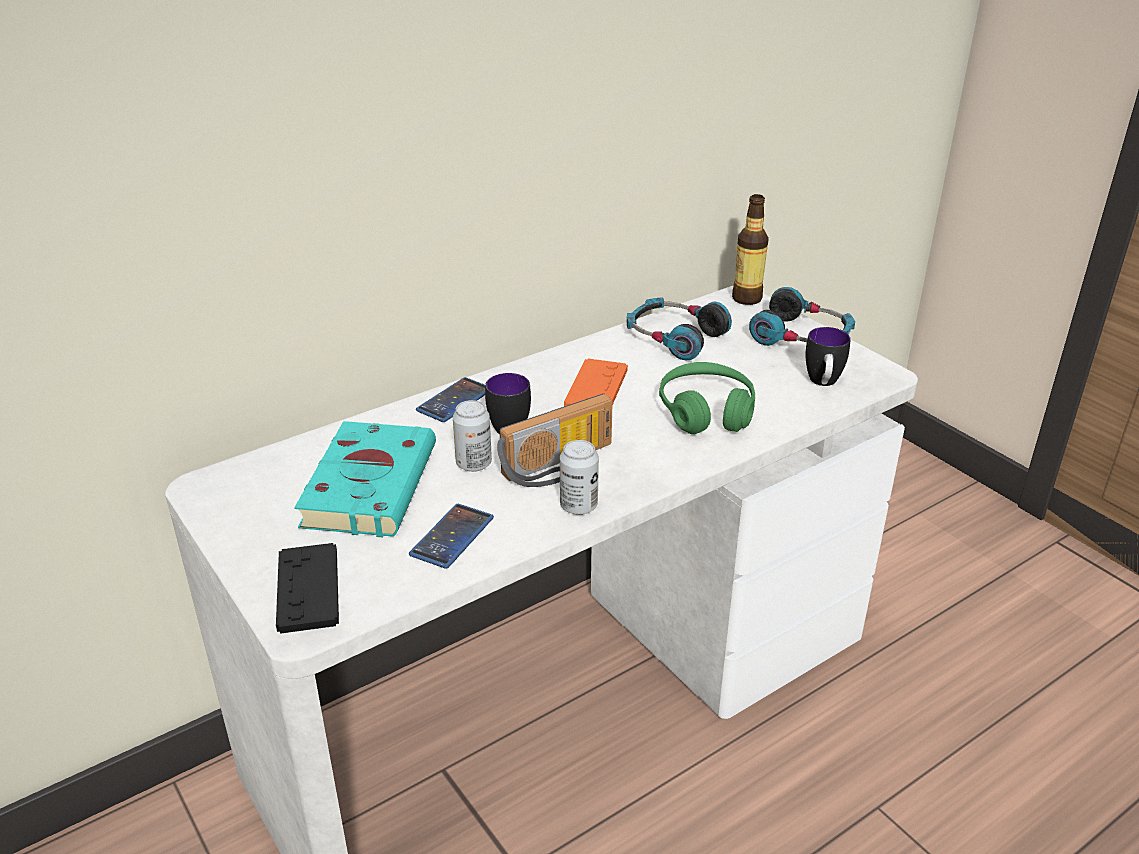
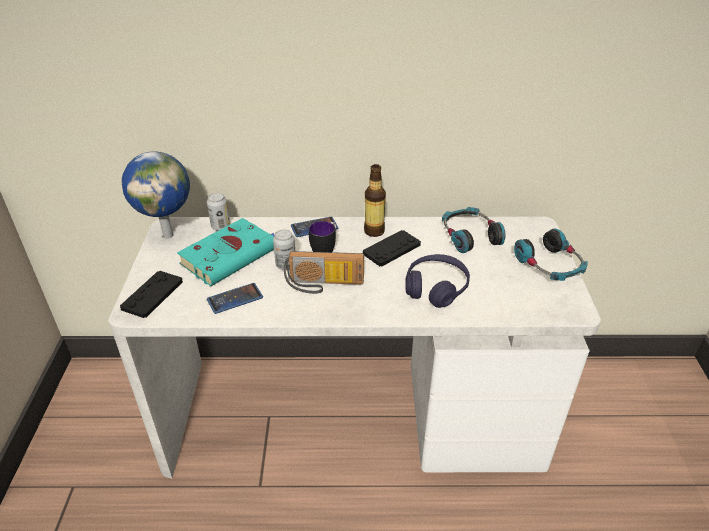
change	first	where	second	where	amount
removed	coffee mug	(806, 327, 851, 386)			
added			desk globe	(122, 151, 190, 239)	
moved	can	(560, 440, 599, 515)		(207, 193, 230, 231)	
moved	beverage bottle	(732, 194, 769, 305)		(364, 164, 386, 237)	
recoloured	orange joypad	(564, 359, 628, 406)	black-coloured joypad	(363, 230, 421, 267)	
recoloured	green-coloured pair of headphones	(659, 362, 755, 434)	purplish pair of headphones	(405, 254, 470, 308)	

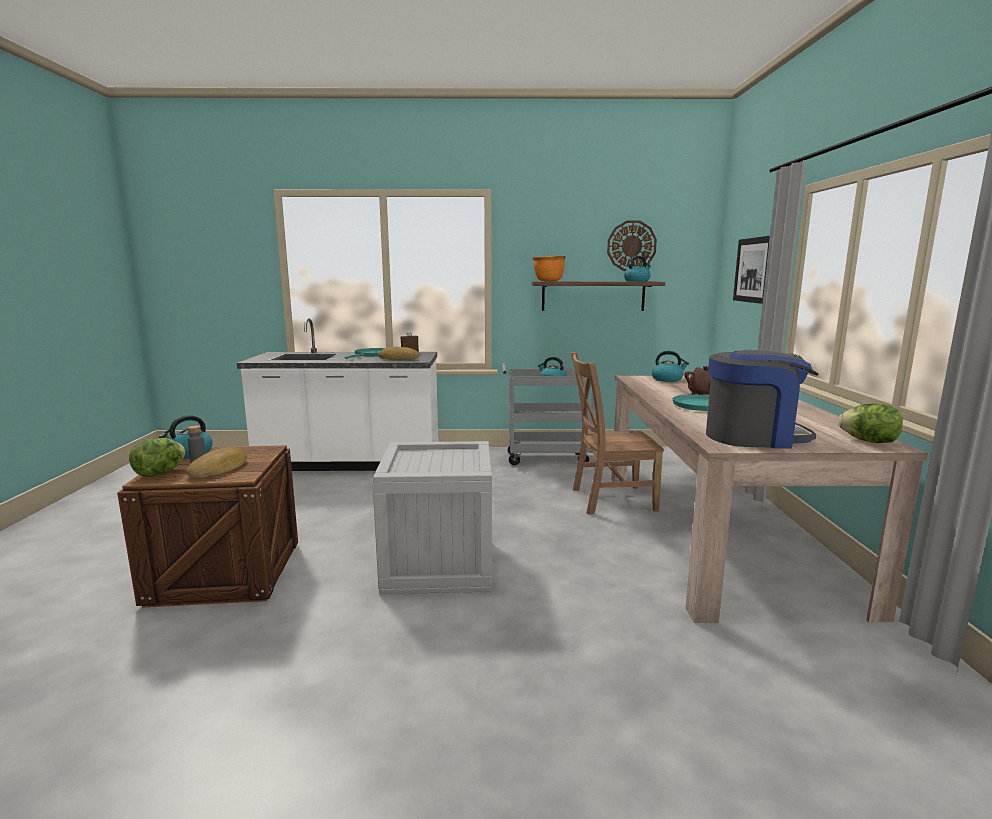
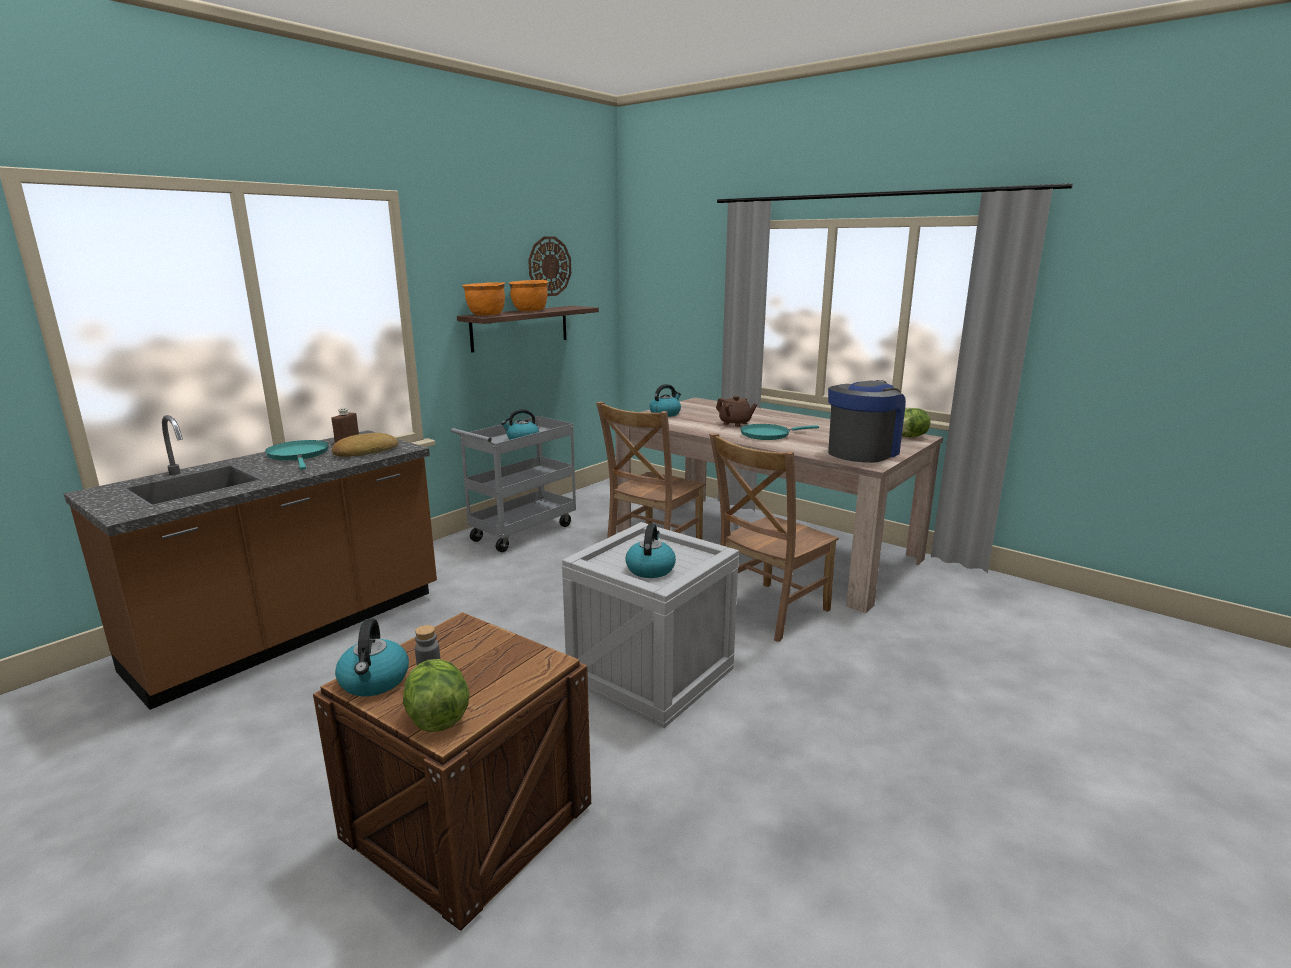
change	first	where	second	where	amount
removed	bread	(186, 447, 247, 478)			
removed	picture	(733, 236, 770, 304)			
added			orange saucepot	(509, 280, 548, 311)	
added			brown-coloured upright chair	(709, 433, 839, 642)	
moved	kettle	(624, 256, 651, 282)		(625, 524, 676, 578)	
recoloured	white kitchen counter	(237, 318, 438, 471)	brown-coloured kitchen counter	(63, 415, 437, 710)	

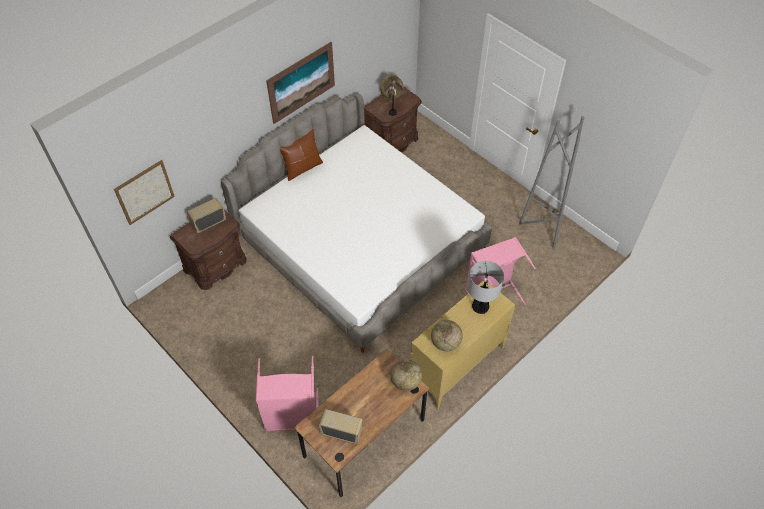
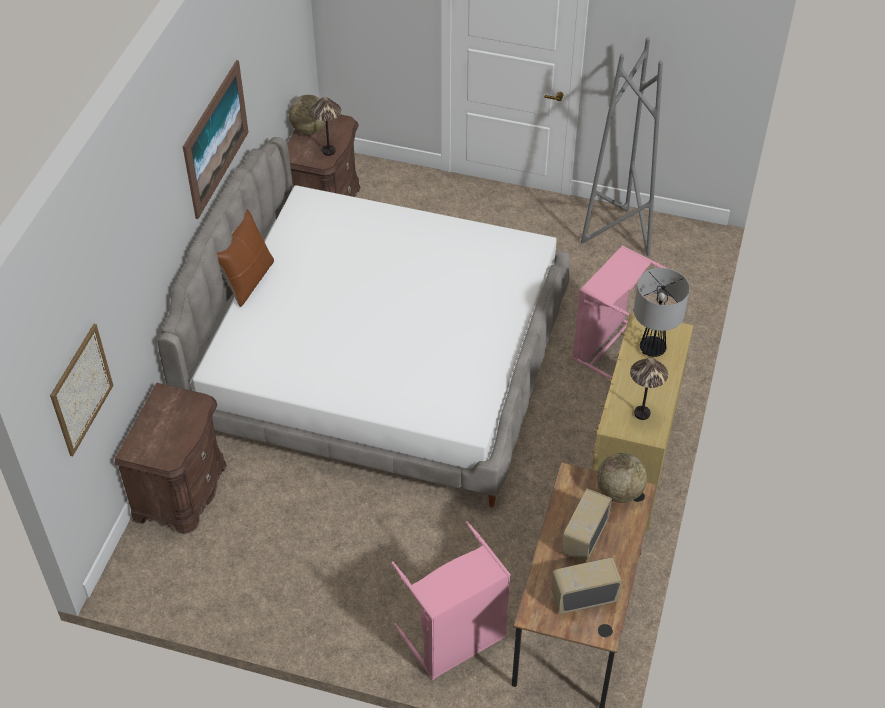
change	first	where	second	where	amount
moved	radio receiver	(187, 198, 226, 233)		(561, 488, 612, 562)	
replaced	desk globe	(431, 320, 463, 351)	lamp for a table	(630, 358, 668, 420)	

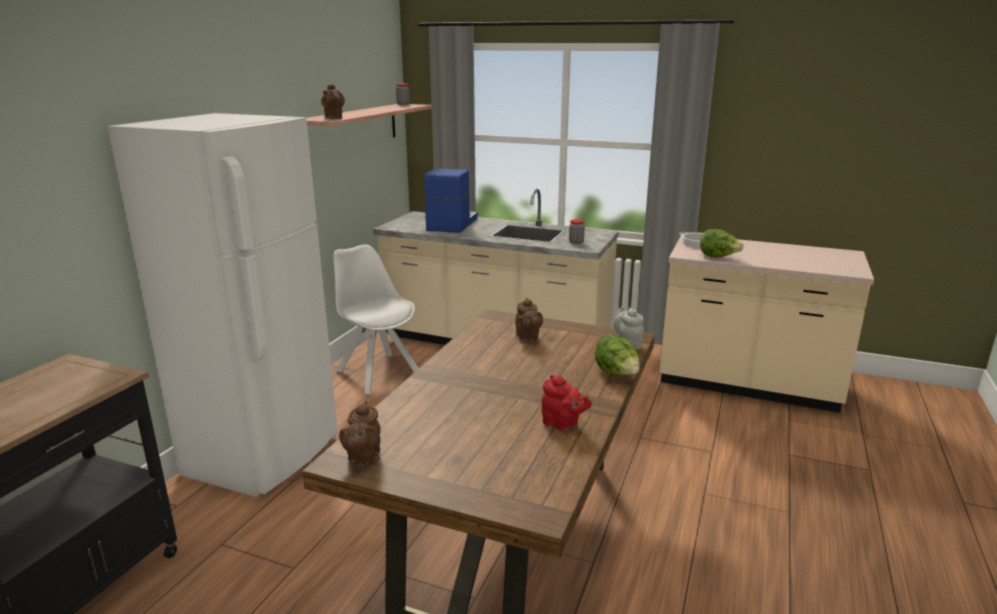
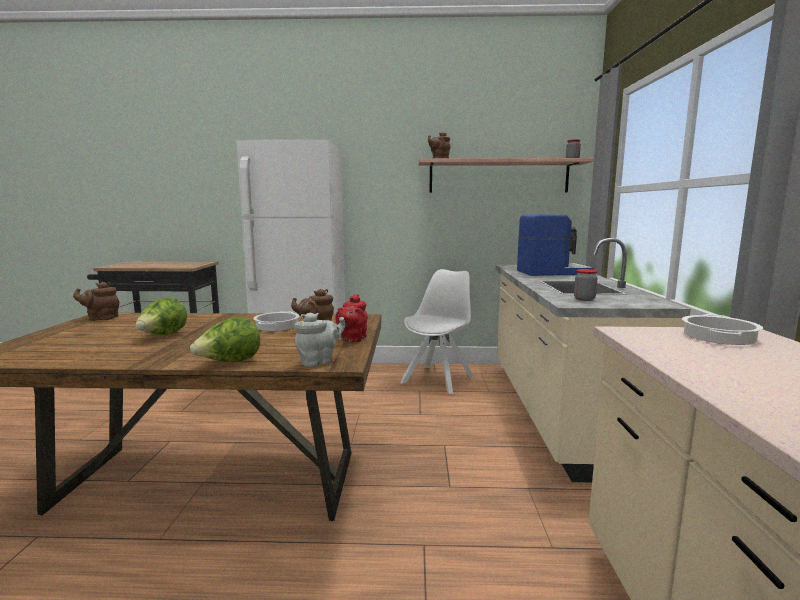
change	first	where	second	where	amount
added			saucepot	(253, 311, 299, 331)	
moved	reddish pot for tea	(541, 375, 592, 431)		(336, 294, 368, 342)	
moved	lettuce head	(700, 229, 744, 258)		(135, 298, 187, 335)	

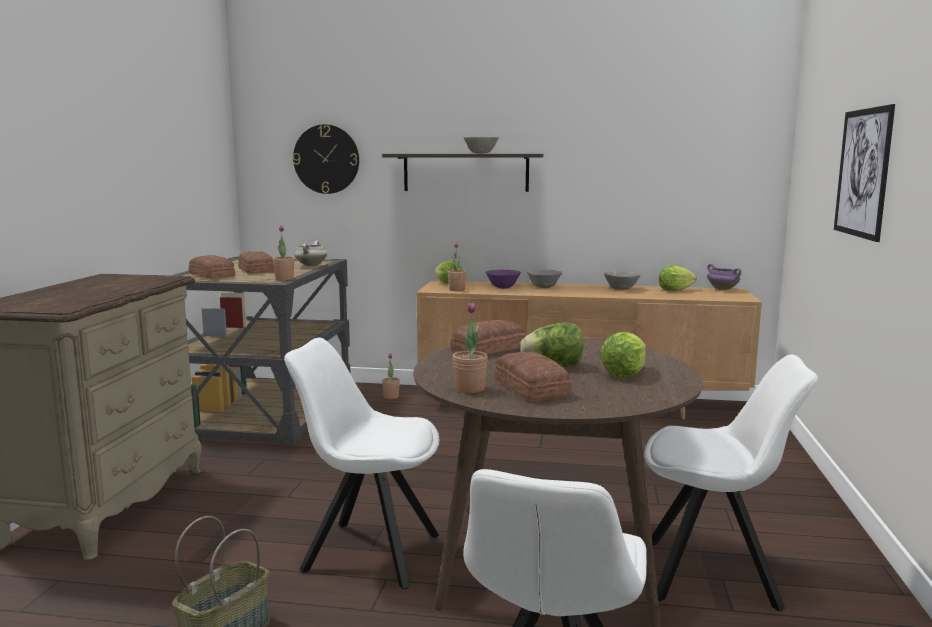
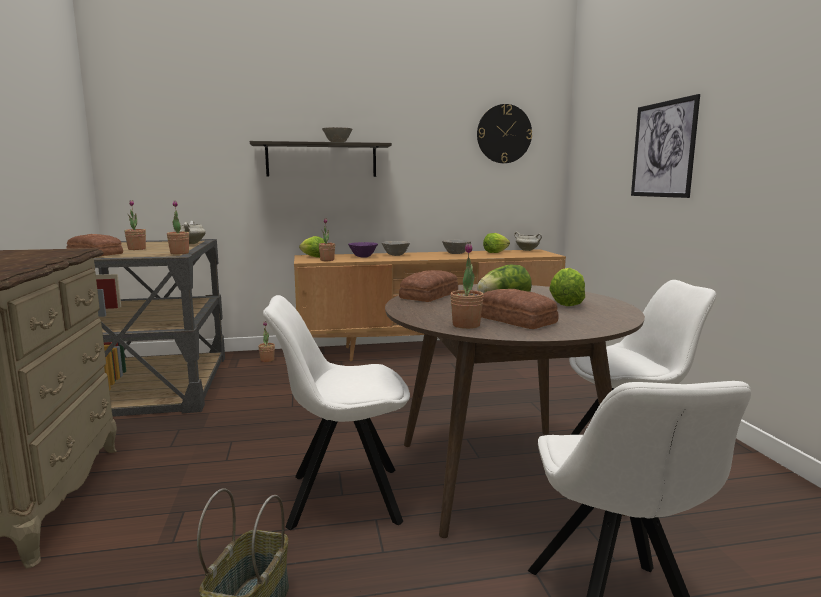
change	first	where	second	where	amount
moved	clock on the wall	(293, 124, 359, 194)		(477, 104, 532, 163)	
replaced	bread	(238, 251, 274, 274)	houseplant	(124, 200, 146, 250)	
recoloured	purplish saucepot	(707, 264, 741, 290)	white saucepot	(514, 232, 542, 251)	

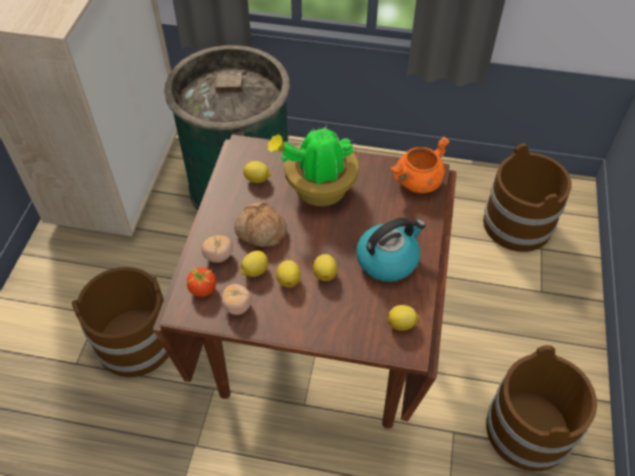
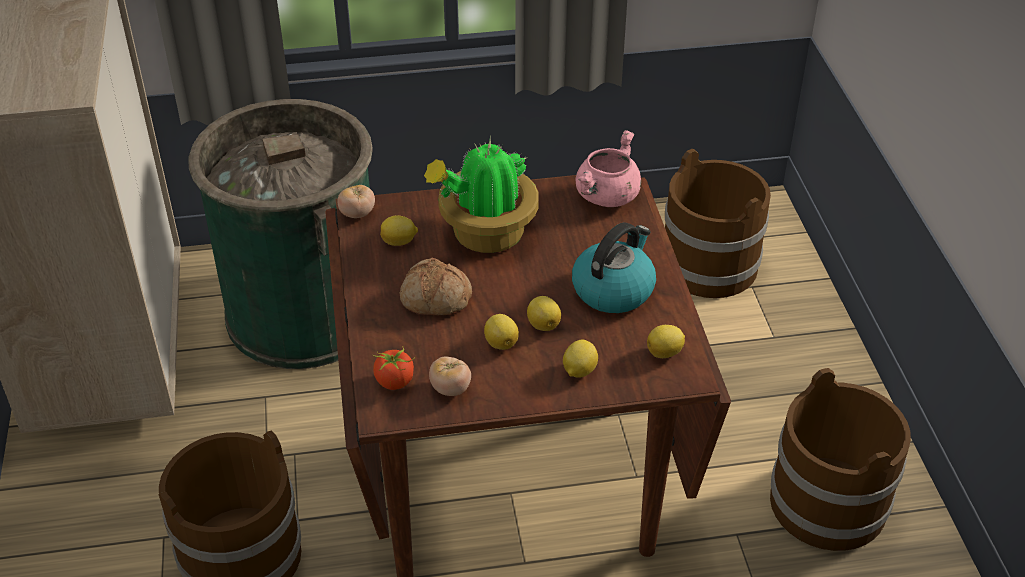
change	first	where	second	where	amount
moved	whole tomato	(202, 235, 233, 263)		(338, 185, 375, 218)	
moved	whole lemon	(241, 251, 268, 277)		(563, 340, 598, 378)	
recoloured	orange saucepot	(391, 137, 450, 193)	pink-coloured saucepot	(576, 130, 641, 207)	

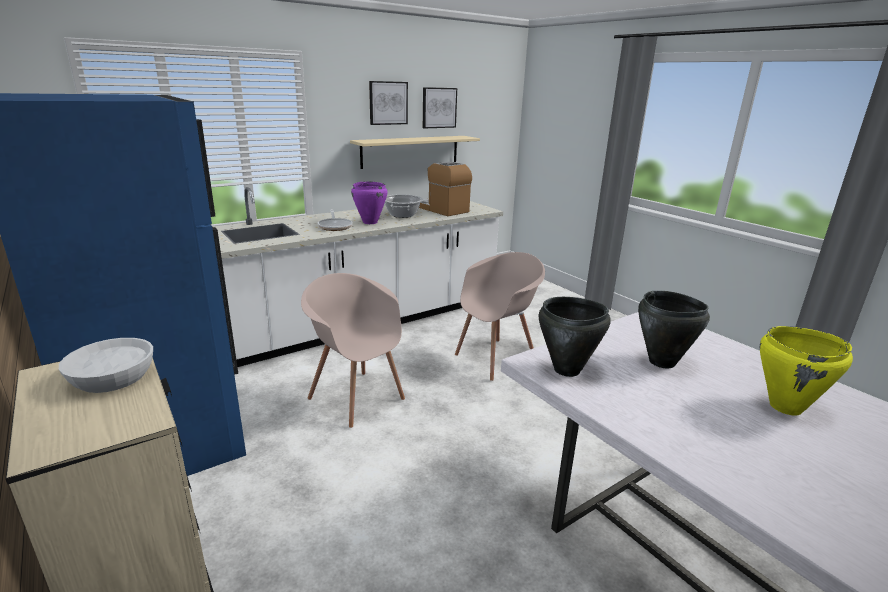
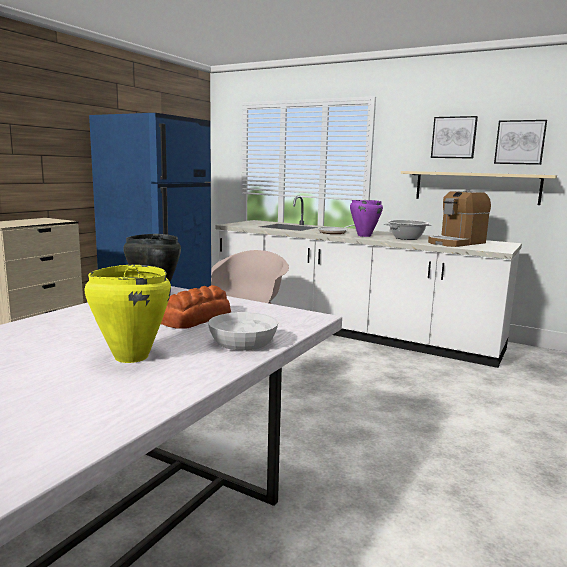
change	first	where	second	where	amount
removed	sand-coloured upright chair	(455, 252, 545, 381)			
moved	white bowl	(59, 338, 153, 393)		(208, 312, 278, 350)	
replaced	black-coloured saucepot	(638, 291, 710, 368)	bread	(161, 285, 231, 329)	
turned	coffee machine	(419, 162, 472, 216)		(428, 190, 491, 247)	150 degrees counterclockwise

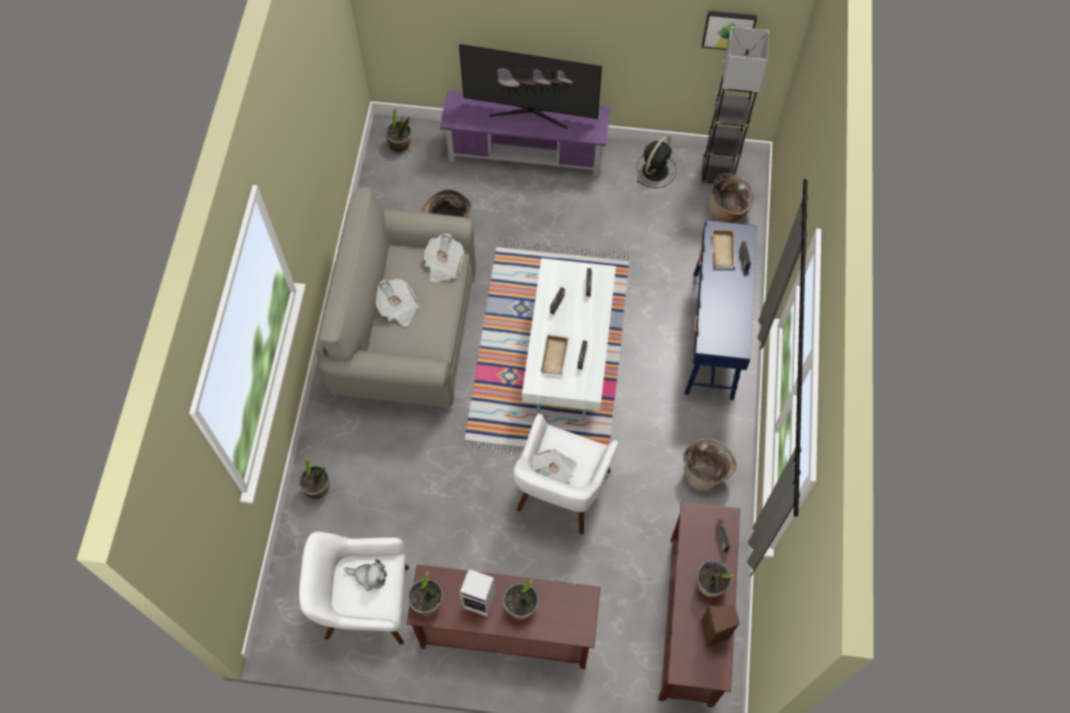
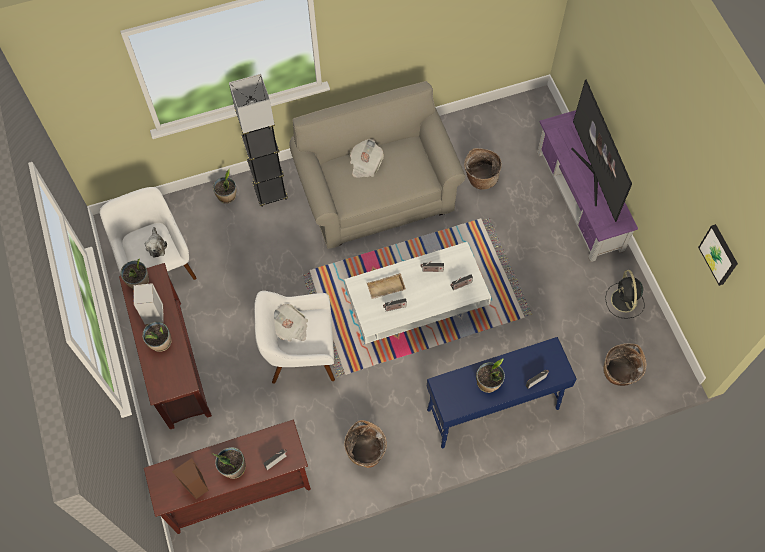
change	first	where	second	where	amount
removed	printed paper	(423, 234, 464, 282)			
removed	sand-coloured tray	(712, 229, 736, 267)			
moved	houseplant	(386, 106, 412, 153)		(476, 358, 505, 393)	
moved	gray standard lamp	(701, 27, 769, 184)		(229, 74, 288, 207)	
turned	black-coloured fan	(637, 135, 677, 188)		(605, 270, 645, 319)	75 degrees clockwise

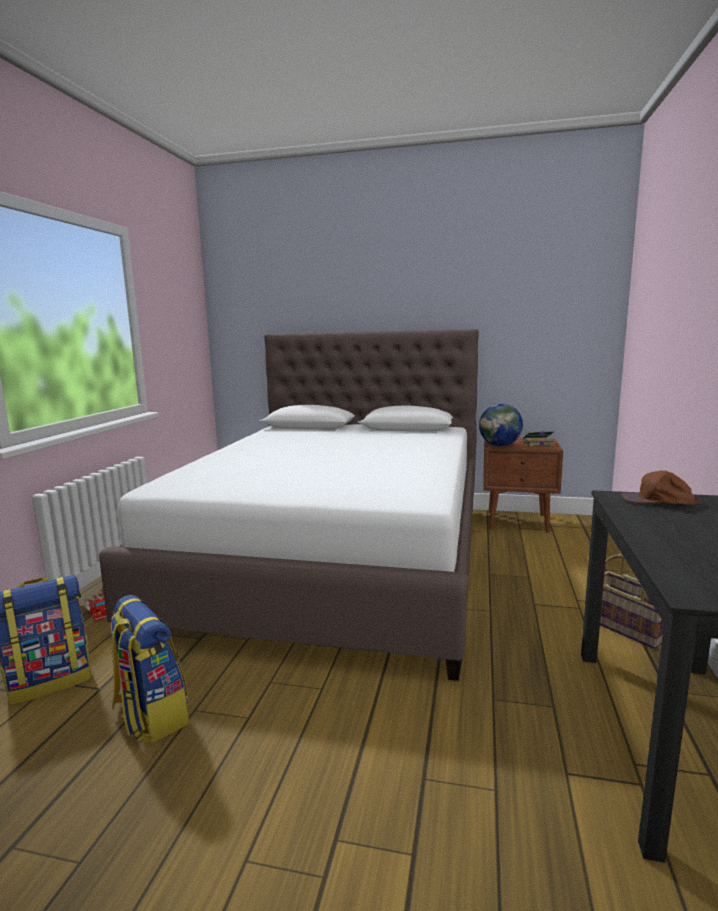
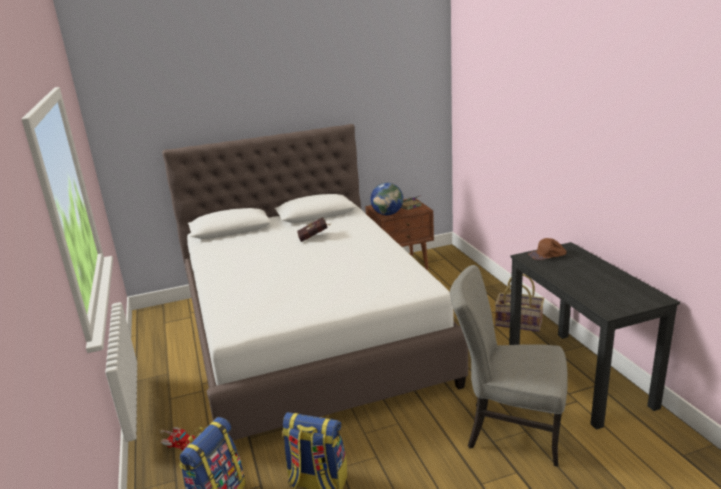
change	first	where	second	where	amount
added			reddish volume	(297, 217, 332, 242)	
added			gray upright chair	(450, 265, 568, 467)	

